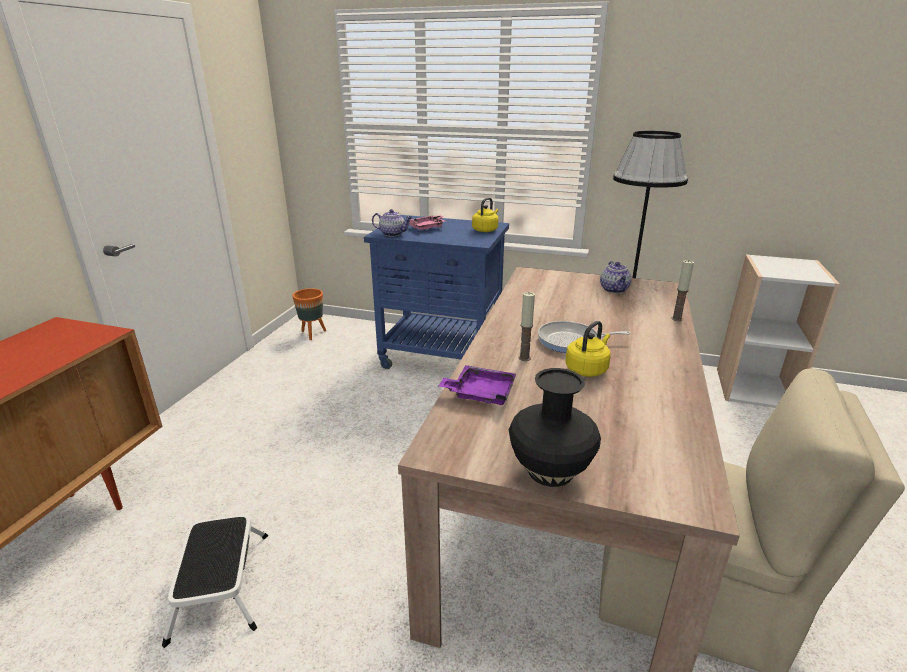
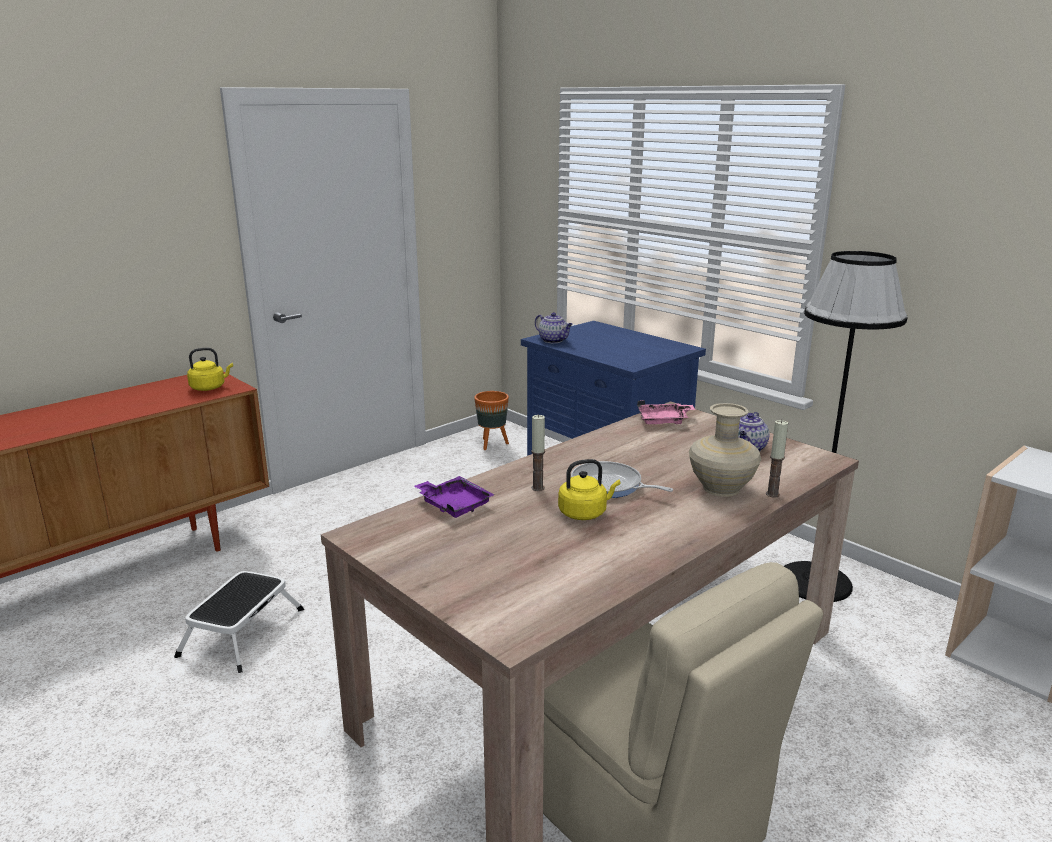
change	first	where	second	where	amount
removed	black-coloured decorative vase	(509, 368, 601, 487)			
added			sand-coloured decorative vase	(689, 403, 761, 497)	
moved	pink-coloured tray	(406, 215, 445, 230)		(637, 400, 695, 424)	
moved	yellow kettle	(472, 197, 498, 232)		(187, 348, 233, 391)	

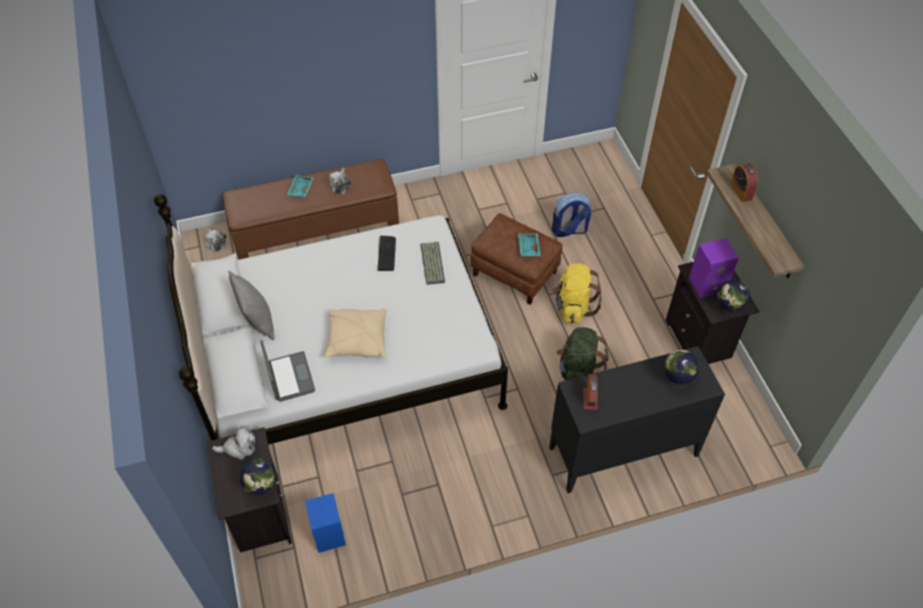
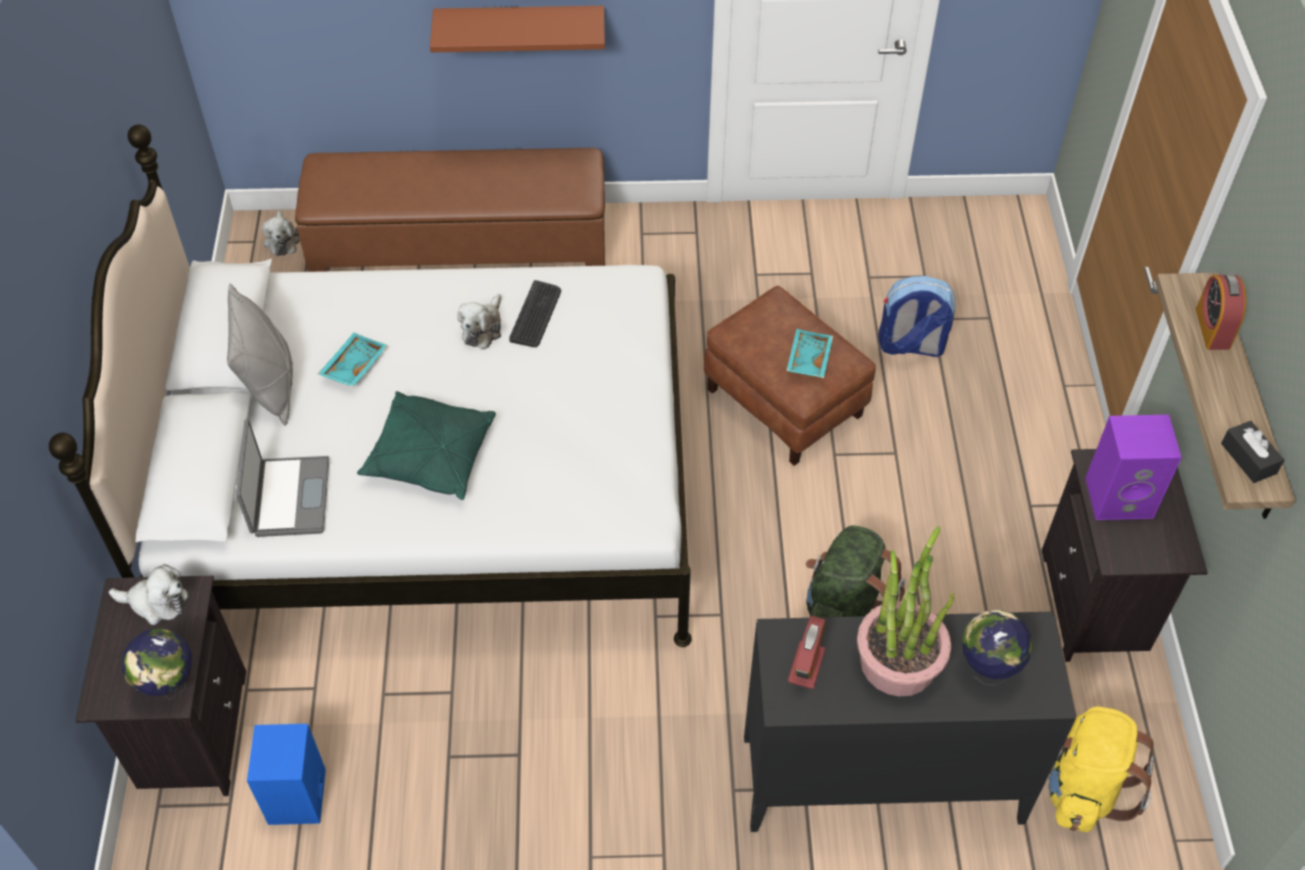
change	first	where	second	where	amount
removed	PC keyboard	(421, 242, 445, 285)			
removed	desk globe	(715, 280, 750, 314)			
added			brown-coloured shelf	(430, 6, 605, 52)	
added			houseplant	(857, 526, 954, 697)	
added			black-coloured box of tissues	(1221, 421, 1284, 483)	
moved	turquoise-coloured tray	(287, 175, 314, 197)		(318, 333, 388, 387)	
moved	soft toy	(329, 168, 351, 194)		(457, 294, 501, 349)	
moved	yellow knapsack	(552, 264, 602, 323)		(1049, 707, 1154, 832)	
recoloured	sand-coloured cushion	(325, 309, 387, 358)	green-coloured cushion	(357, 391, 496, 500)	

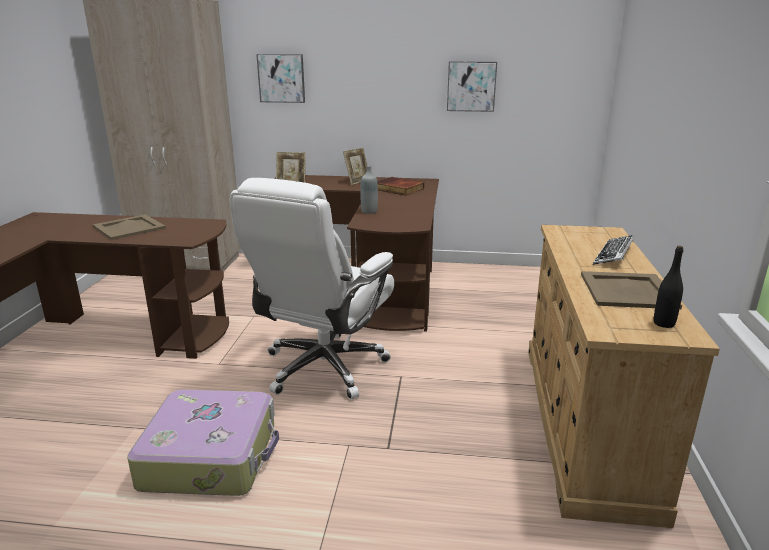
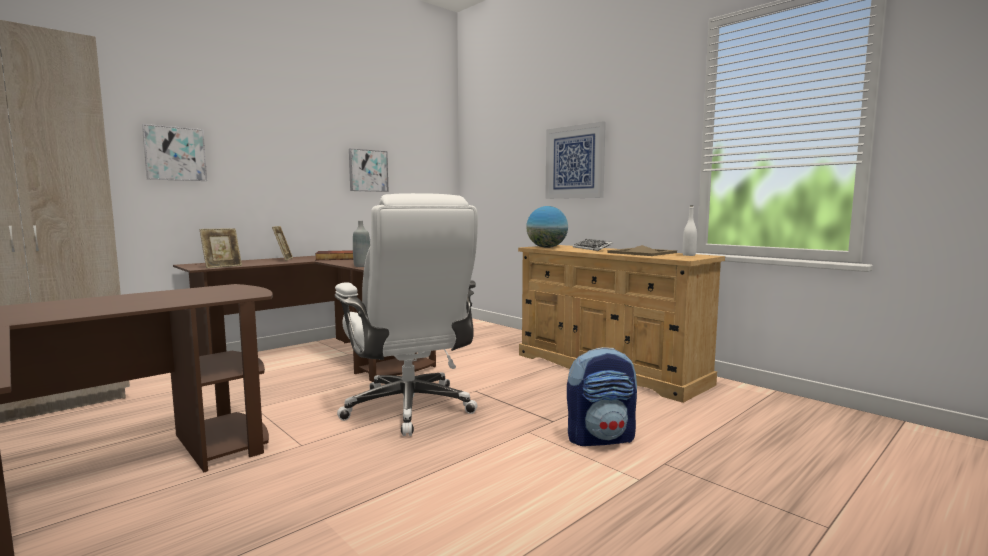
change	first	where	second	where	amount
removed	sand-coloured tray	(93, 214, 166, 240)			
removed	piece of luggage	(127, 389, 279, 496)			
added			desk globe	(526, 206, 568, 248)	
added			picture	(545, 121, 606, 199)	
added			knapsack	(567, 347, 637, 446)	
recoloured	black-coloured beverage bottle	(654, 246, 683, 328)	white beverage bottle	(683, 206, 697, 256)	

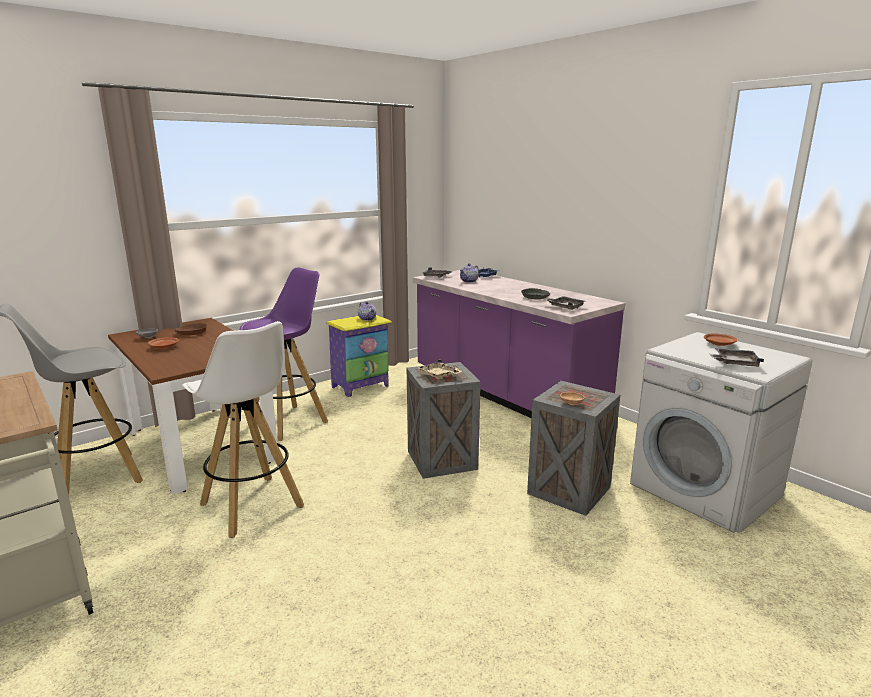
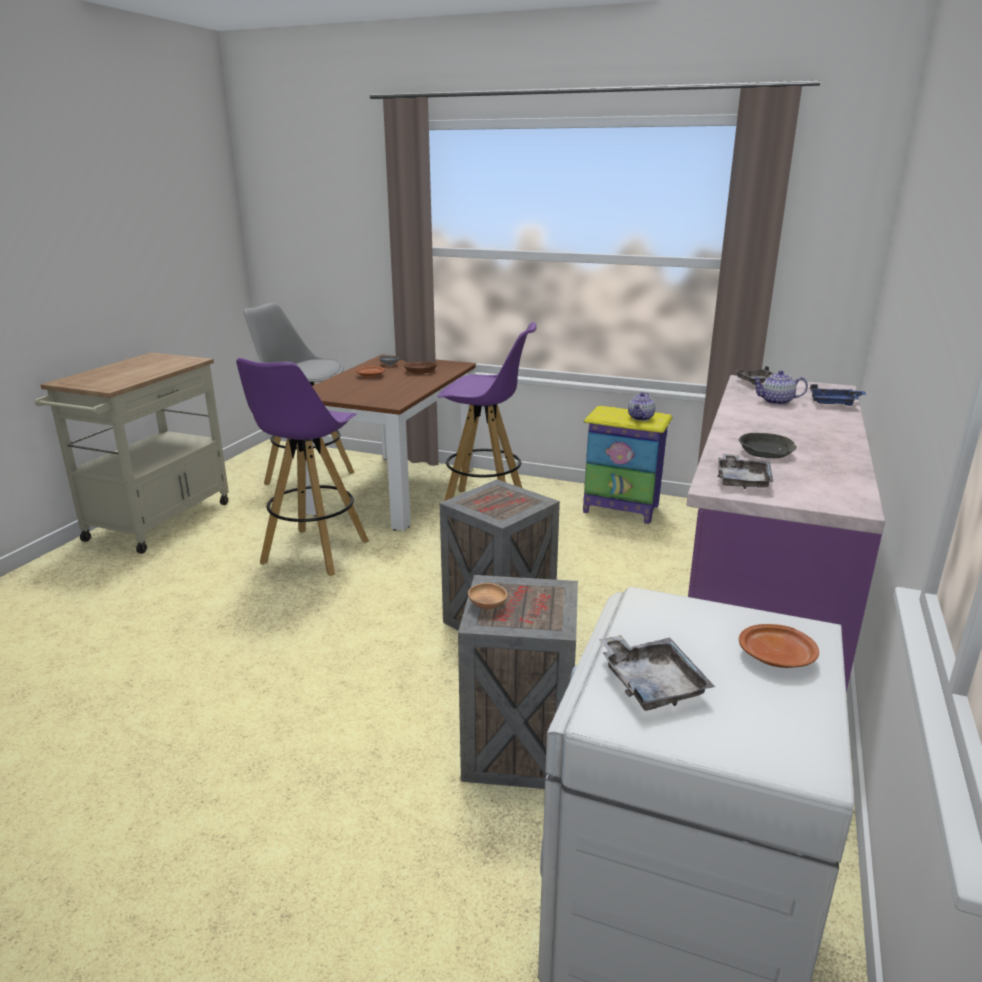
change	first	where	second	where	amount
removed	sand-coloured tray	(417, 359, 462, 379)			
recoloured	white stool seat	(182, 321, 304, 538)	purplish stool seat	(236, 358, 369, 576)	

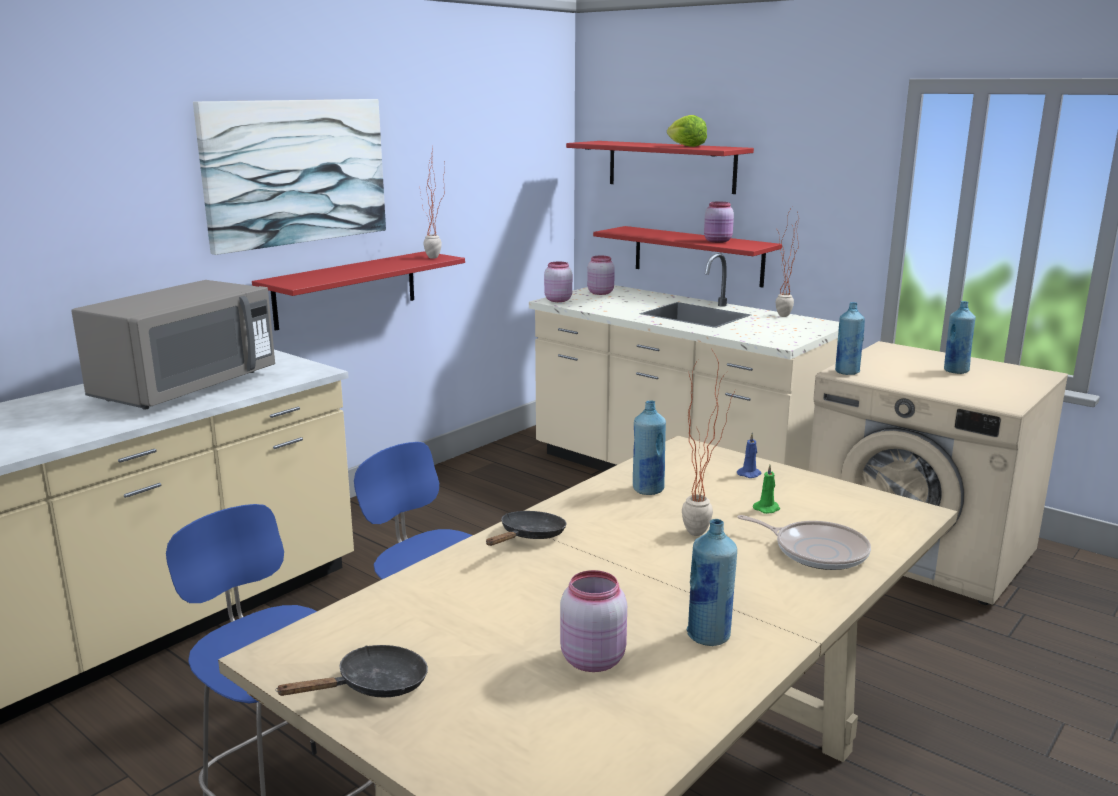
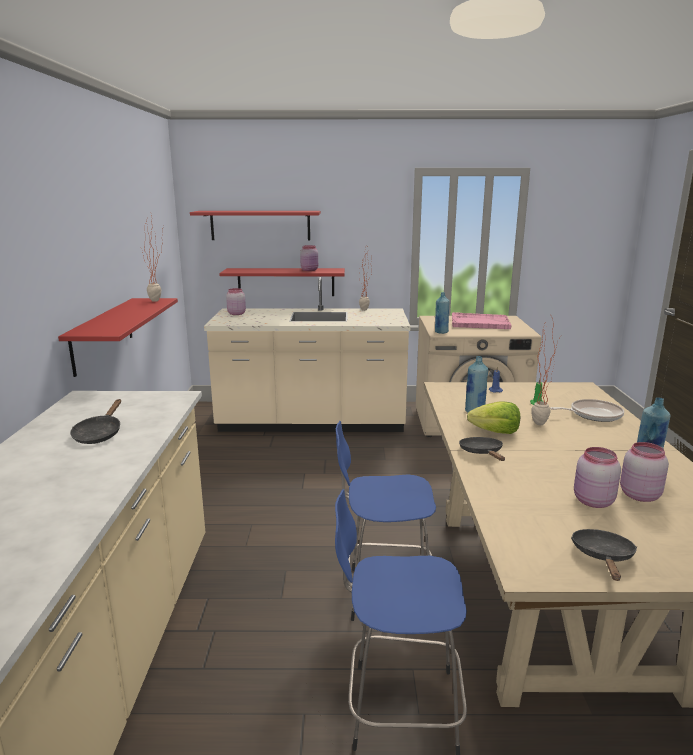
change	first	where	second	where	amount
removed	picture	(193, 99, 386, 255)			
moved	pink-coloured storage jar	(544, 262, 572, 302)		(574, 447, 621, 508)	
moved	lettuce head	(667, 115, 707, 147)		(467, 401, 520, 434)	
replaced	gray microwave	(71, 280, 275, 410)	black-coloured frying pan	(70, 399, 121, 444)	
replaced	bluish beverage bottle	(944, 301, 976, 374)	pink-coloured tray	(452, 312, 511, 329)	

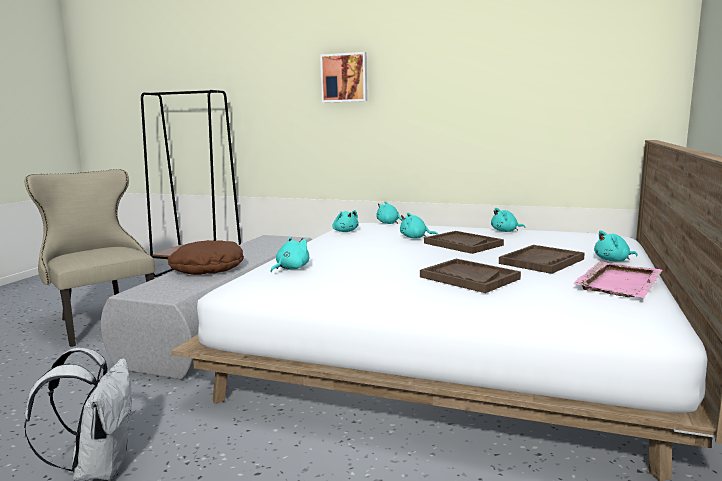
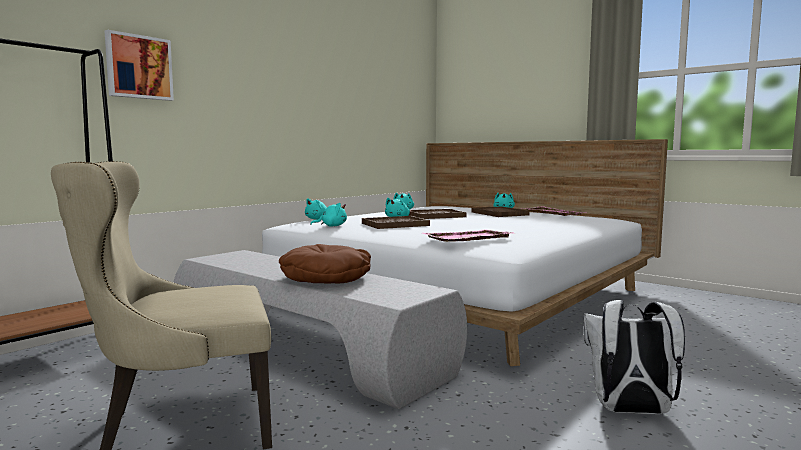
change	first	where	second	where	amount
moved	picture	(320, 52, 367, 103)		(105, 30, 174, 101)	
moved	brown-coloured tray	(420, 259, 521, 293)		(362, 216, 430, 229)	
replaced	turquoise-coloured soft toy	(271, 237, 309, 272)	pink-coloured tray	(422, 229, 513, 242)	

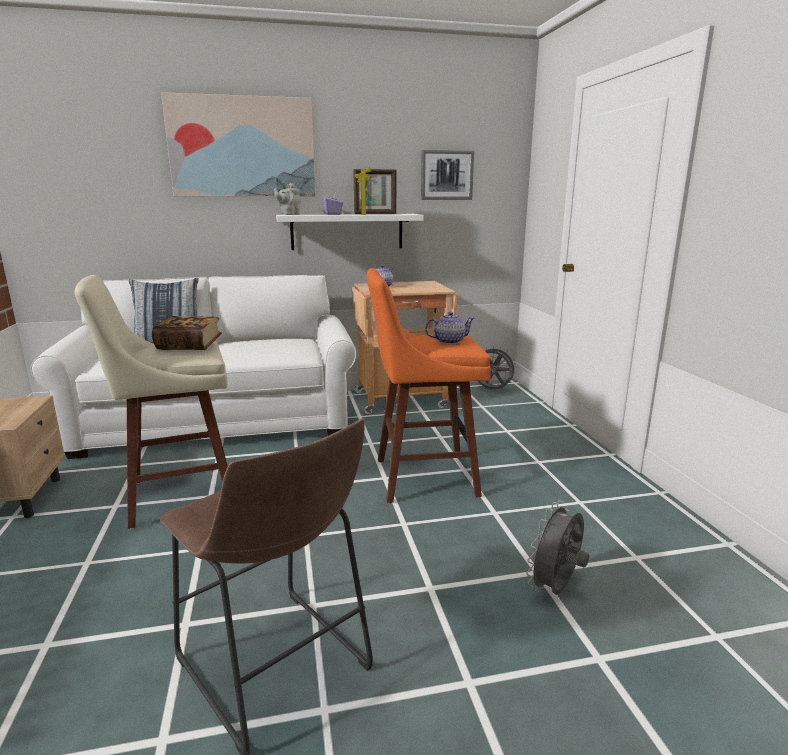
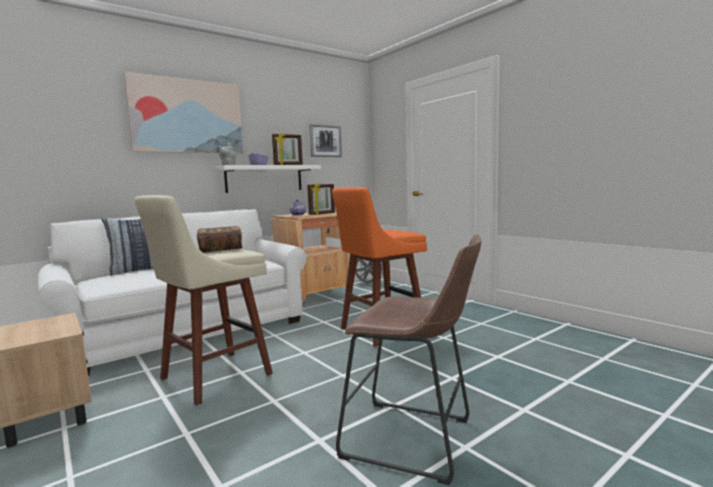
change	first	where	second	where	amount
removed	pot for tea	(425, 311, 475, 344)			
removed	gray fan	(526, 500, 589, 595)			
added			photo frame	(307, 183, 335, 215)	

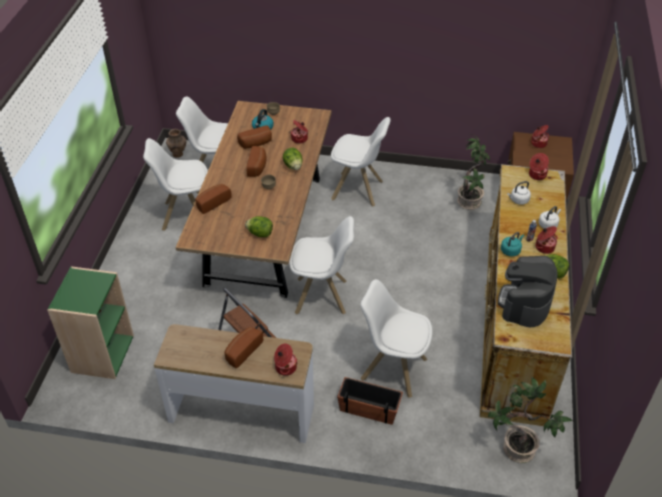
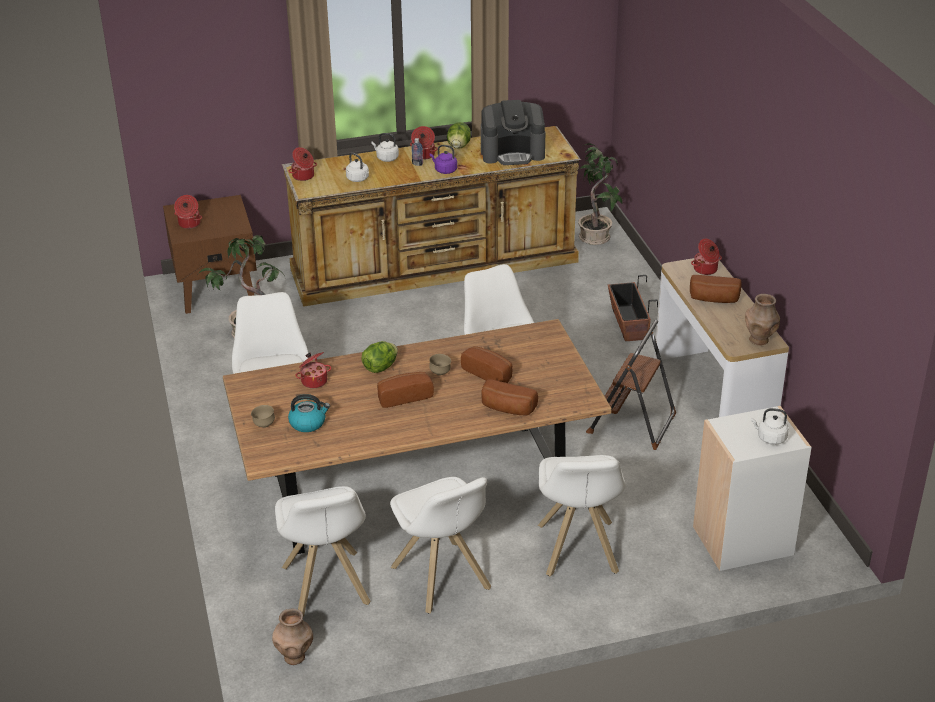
change	first	where	second	where	amount
removed	lettuce head	(245, 216, 273, 237)			
added			brown-coloured decorative vase	(745, 294, 780, 346)	
added			white kettle	(751, 408, 789, 445)	
moved	bread	(237, 125, 272, 149)		(461, 346, 513, 383)	
moved	white upright chair	(360, 279, 432, 398)		(538, 455, 626, 576)	
recoloured	green-coloured bookcase	(47, 266, 134, 379)	white bookcase	(693, 406, 812, 571)	
recoloured	turquoise-coloured kettle	(501, 232, 524, 256)	purplish kettle	(430, 145, 457, 174)	

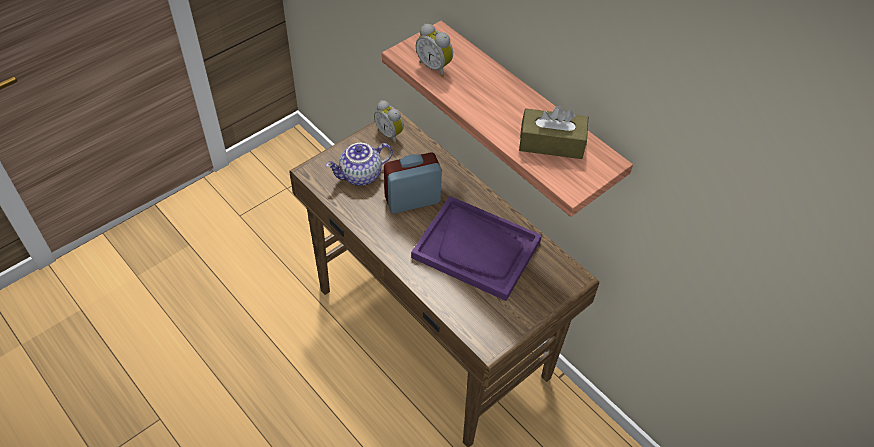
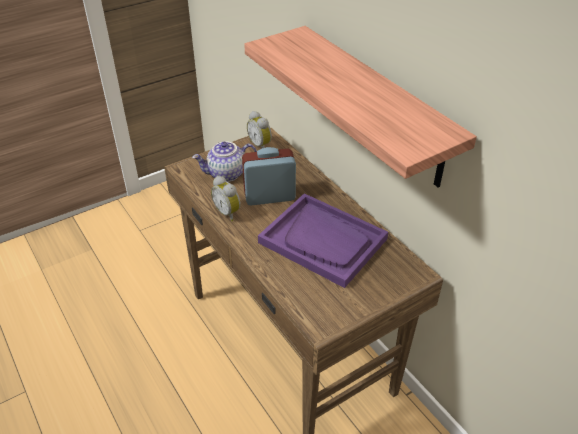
change	first	where	second	where	amount
removed	brown-coloured box of tissues	(519, 106, 588, 159)			
moved	alarm clock	(416, 24, 453, 77)		(211, 176, 241, 221)	

